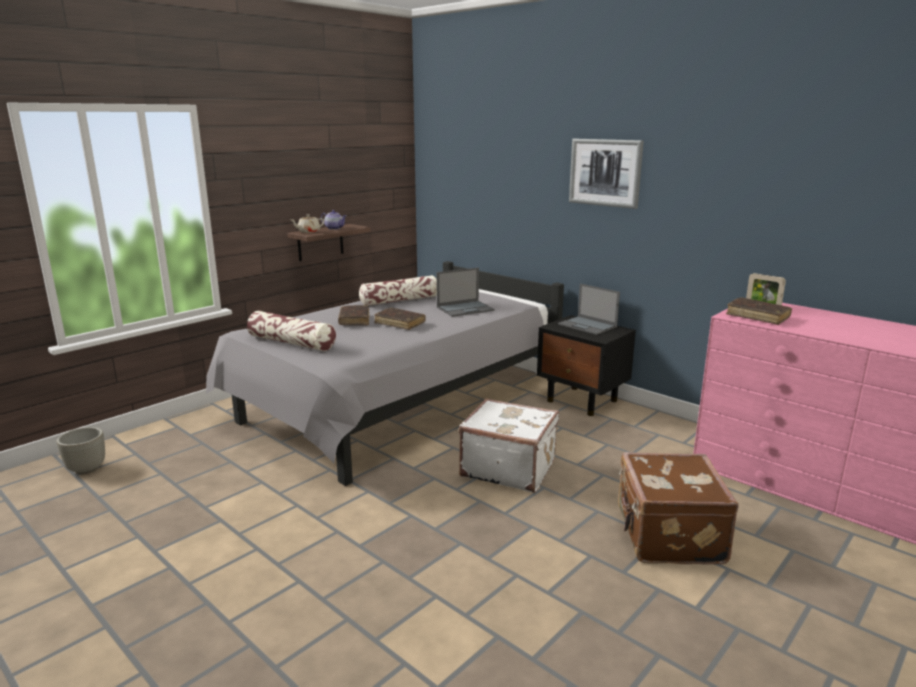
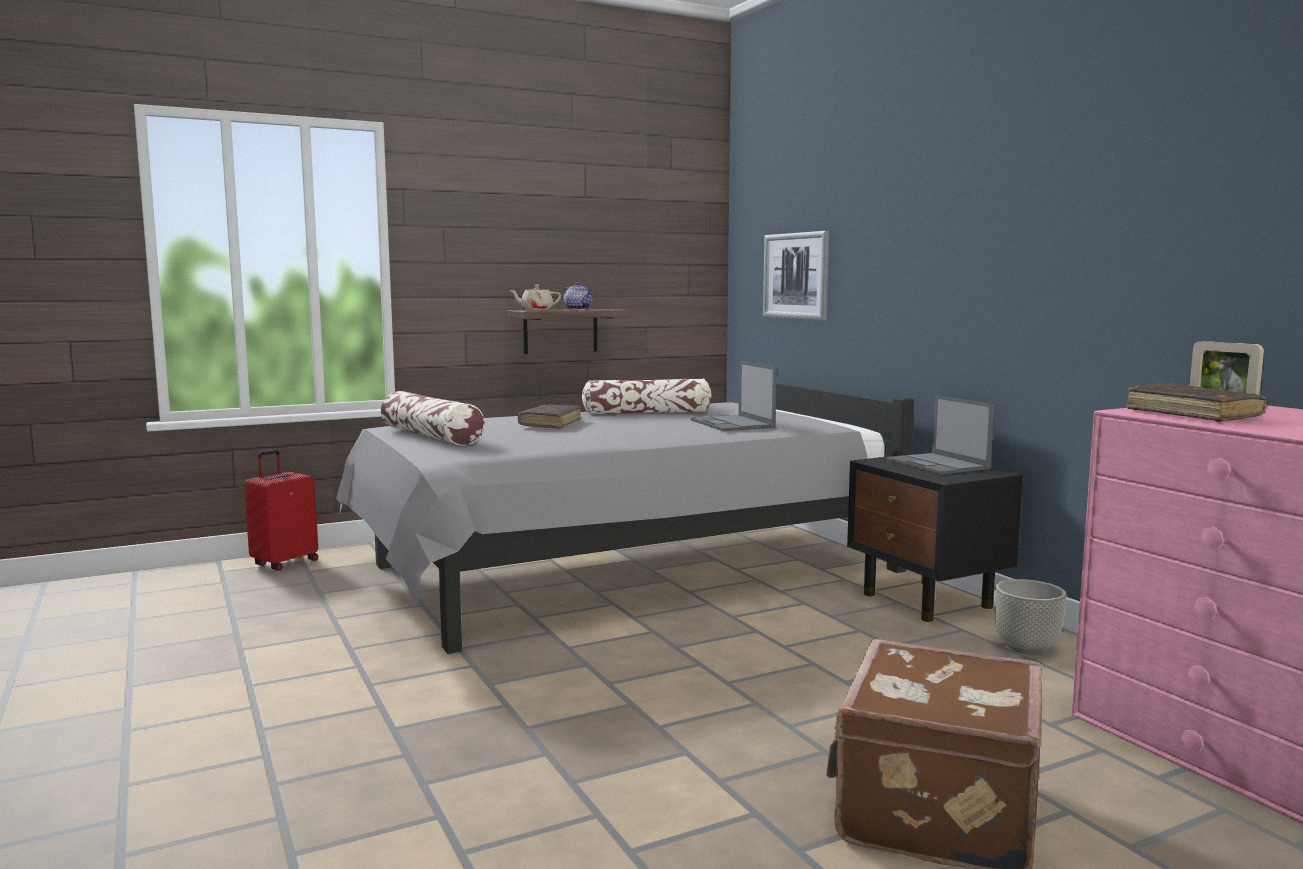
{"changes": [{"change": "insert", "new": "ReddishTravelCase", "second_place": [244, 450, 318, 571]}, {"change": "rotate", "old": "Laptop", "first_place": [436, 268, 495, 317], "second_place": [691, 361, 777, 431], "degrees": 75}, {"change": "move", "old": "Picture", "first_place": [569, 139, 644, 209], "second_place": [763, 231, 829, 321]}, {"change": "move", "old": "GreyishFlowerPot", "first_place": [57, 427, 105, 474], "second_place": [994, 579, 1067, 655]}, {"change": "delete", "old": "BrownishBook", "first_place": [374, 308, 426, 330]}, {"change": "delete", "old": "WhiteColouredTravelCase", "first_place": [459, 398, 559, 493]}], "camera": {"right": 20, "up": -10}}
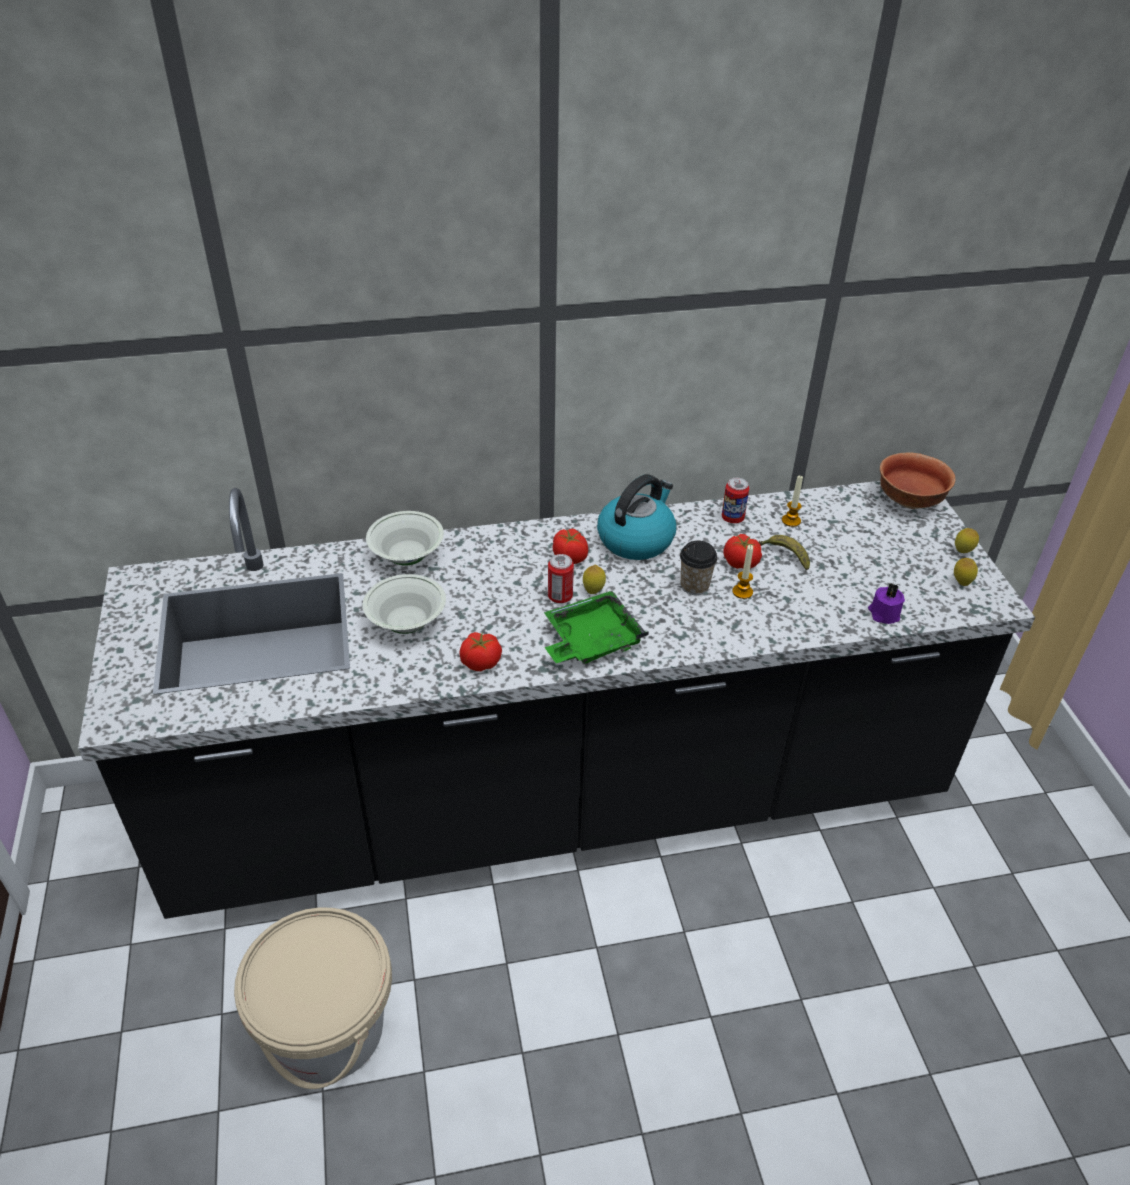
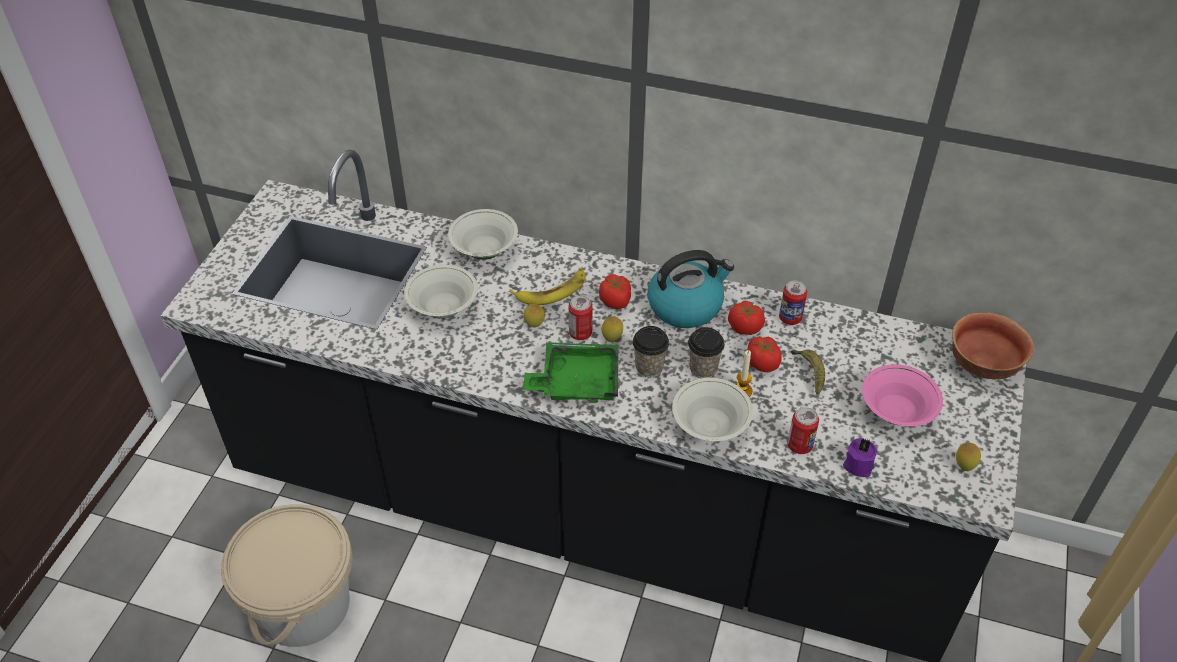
{"changes": [{"change": "insert", "new": "WholeBanana", "second_place": [509, 268, 586, 305]}, {"change": "move", "old": "CitrusFruit", "first_place": [955, 528, 979, 553], "second_place": [523, 304, 545, 327]}, {"change": "insert", "new": "SmallCup", "second_place": [633, 326, 669, 377]}, {"change": "insert", "new": "WhiteColouredDeepDish", "second_place": [672, 378, 753, 441]}, {"change": "move", "old": "Tomato", "first_place": [459, 632, 502, 671], "second_place": [728, 301, 765, 335]}, {"change": "insert", "new": "MetalCan", "second_place": [787, 407, 819, 454]}, {"change": "insert", "new": "PinkishDeepDish", "second_place": [862, 364, 943, 426]}, {"change": "delete", "old": "WaxCandle", "first_place": [782, 475, 803, 527]}], "camera": {"right": 30, "up": 5}}
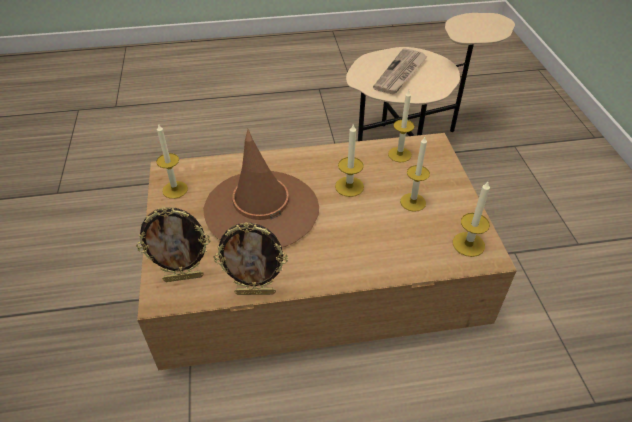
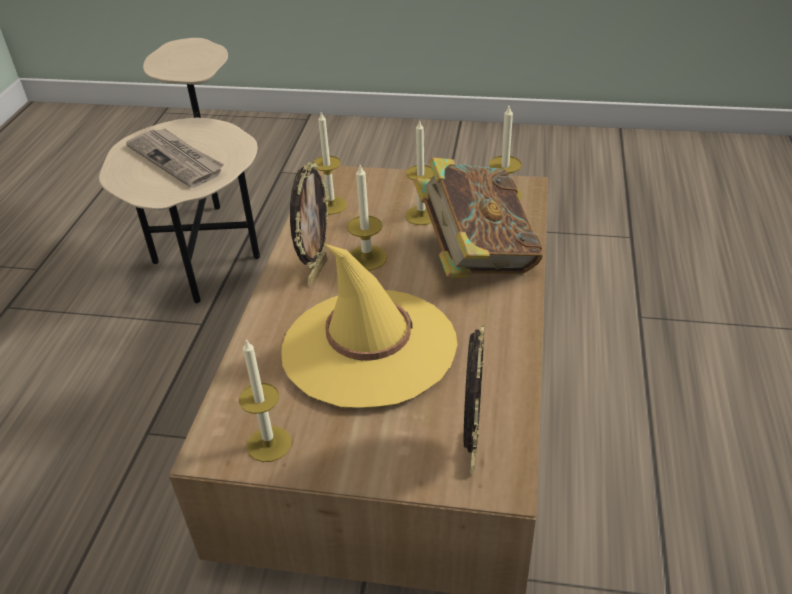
{"changes": [{"change": "recolor", "old": "BrownishWearableHat", "new": "YellowWearableHat", "first_place": [203, 129, 319, 248], "second_place": [281, 244, 457, 408]}, {"change": "move", "old": "PhotoFrame", "first_place": [213, 222, 288, 295], "second_place": [290, 162, 329, 285]}, {"change": "insert", "new": "Book", "second_place": [414, 157, 543, 277]}], "camera": {"right": -70, "up": -5}}
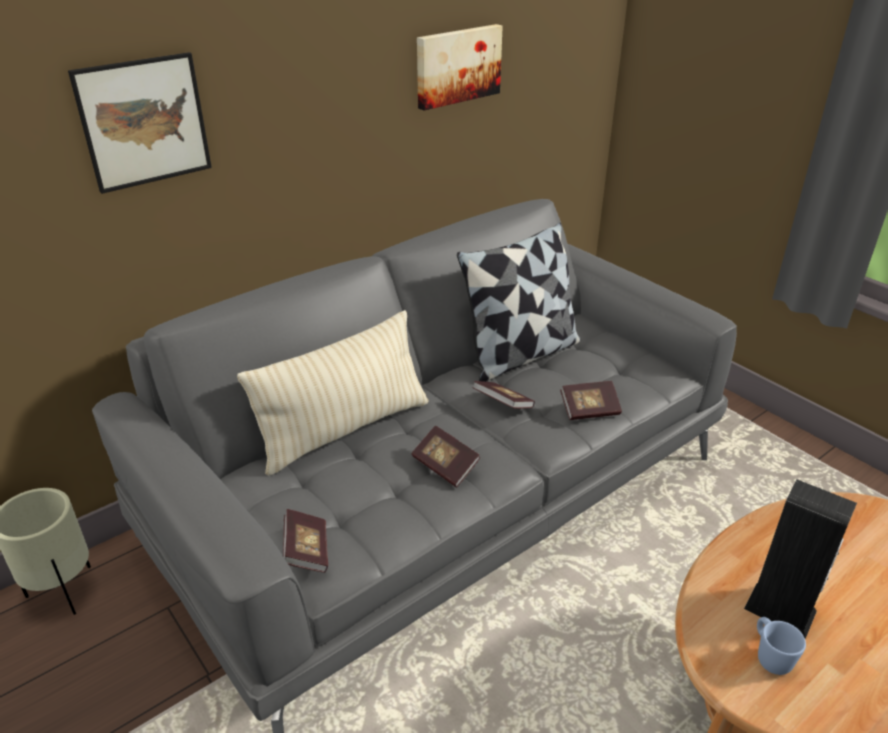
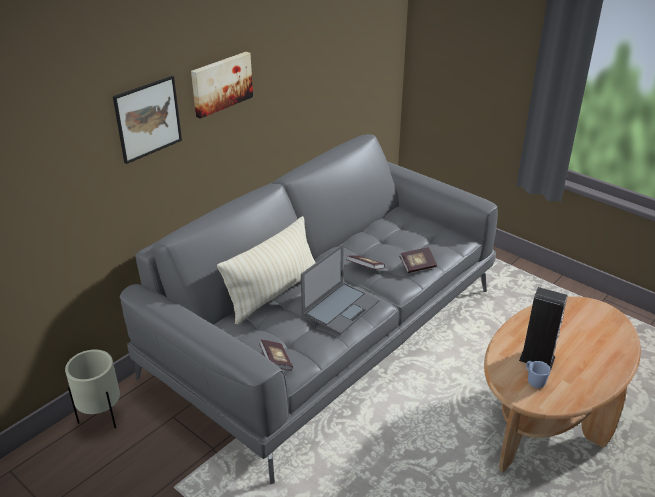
{"changes": [{"change": "move", "old": "Picture", "first_place": [417, 24, 503, 110], "second_place": [191, 52, 253, 119]}, {"change": "replace", "old": "Book", "new": "Laptop", "first_place": [411, 425, 480, 488], "second_place": [301, 244, 380, 335]}, {"change": "delete", "old": "Pillow", "first_place": [457, 223, 580, 382]}], "camera": {"right": -10, "up": 0}}
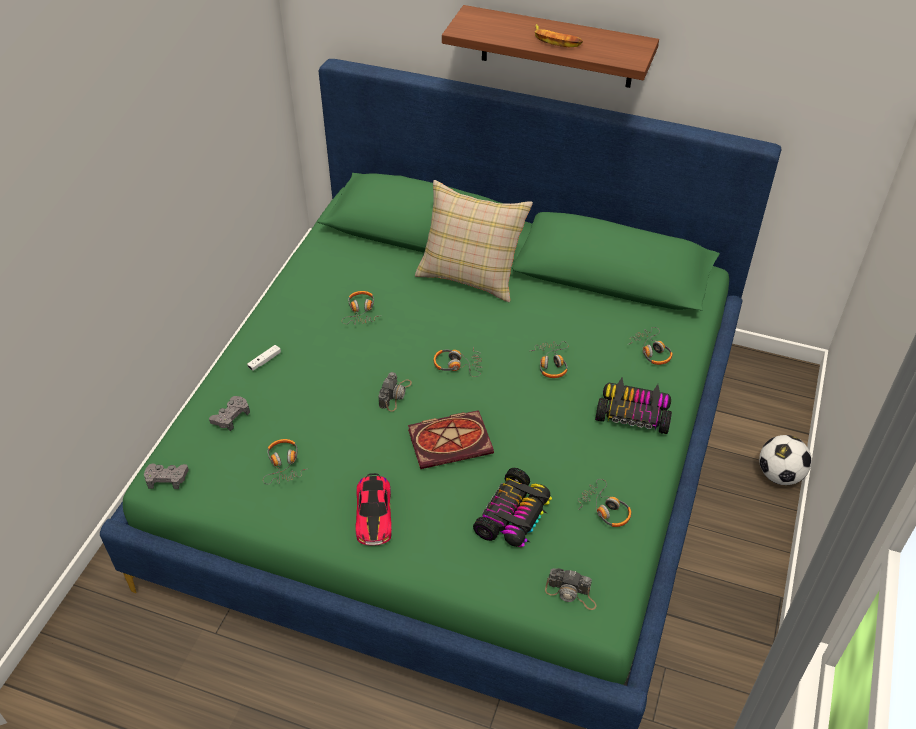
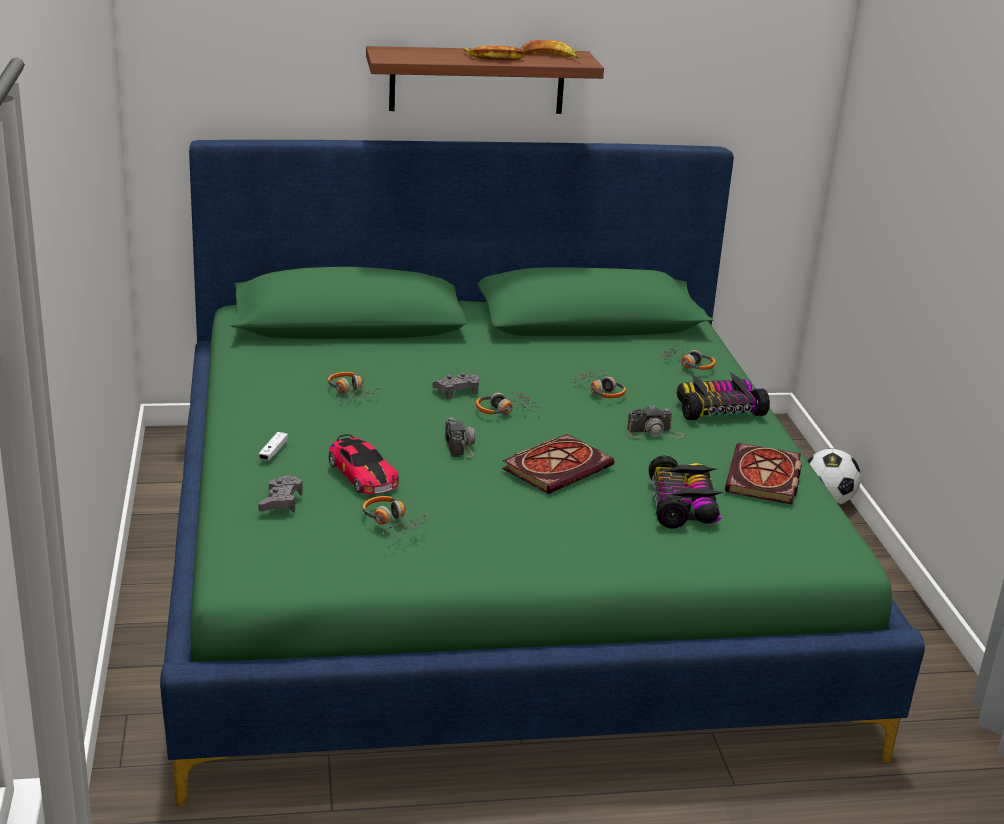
{"changes": [{"change": "move", "old": "ModelCar", "first_place": [355, 473, 392, 546], "second_place": [329, 434, 399, 494]}, {"change": "move", "old": "GreyishJoypad", "first_place": [144, 464, 189, 489], "second_place": [432, 372, 479, 399]}, {"change": "insert", "new": "WholeBanana", "second_place": [521, 40, 580, 58]}, {"change": "move", "old": "StillCamera", "first_place": [545, 568, 597, 610], "second_place": [627, 405, 684, 438]}, {"change": "replace", "old": "Headphones", "new": "Book", "first_place": [578, 479, 631, 527], "second_place": [725, 443, 802, 504]}, {"change": "delete", "old": "SandColouredPillow", "first_place": [415, 180, 533, 302]}], "camera": {"right": -30, "up": -20}}
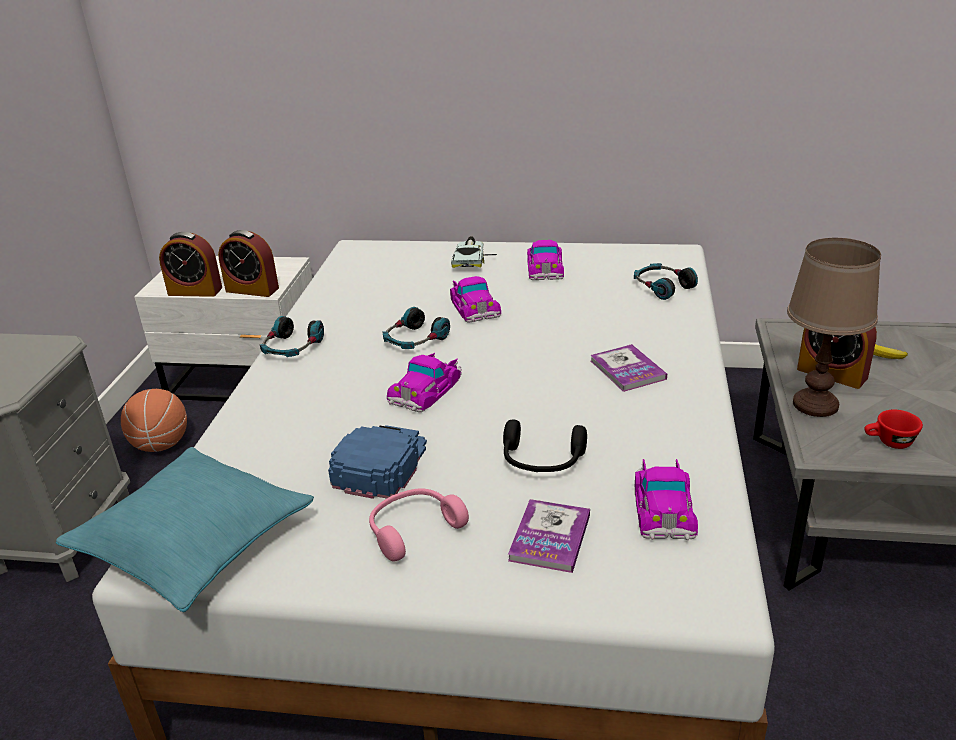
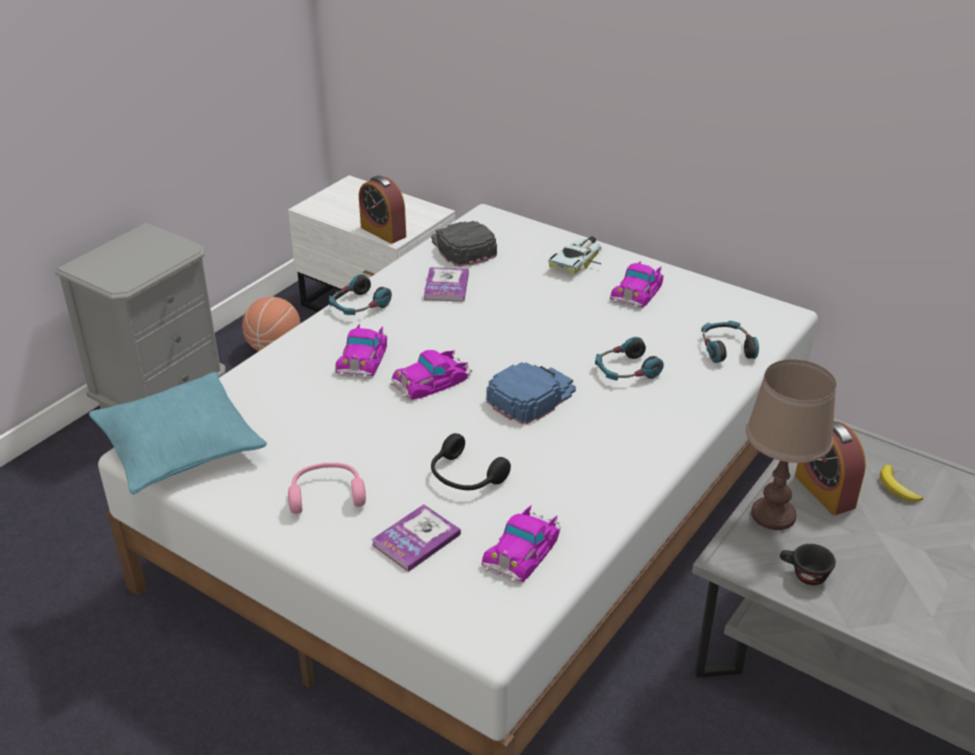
{"changes": [{"change": "move", "old": "ModelCar", "first_place": [450, 276, 501, 323], "second_place": [335, 324, 387, 378]}, {"change": "move", "old": "Book", "first_place": [591, 344, 667, 392], "second_place": [424, 267, 469, 302]}, {"change": "insert", "new": "BlackCap", "second_place": [431, 221, 497, 267]}, {"change": "move", "old": "BlueColouredCap", "first_place": [328, 425, 427, 499], "second_place": [487, 362, 576, 424]}, {"change": "move", "old": "Headphones", "first_place": [383, 307, 450, 349], "second_place": [595, 337, 664, 381]}, {"change": "recolor", "old": "ReddishSmallCup", "new": "BlackSmallCup", "first_place": [864, 410, 923, 449], "second_place": [780, 544, 836, 585]}, {"change": "delete", "old": "TableClock", "first_place": [159, 232, 222, 297]}], "camera": {"right": 25, "up": 5}}
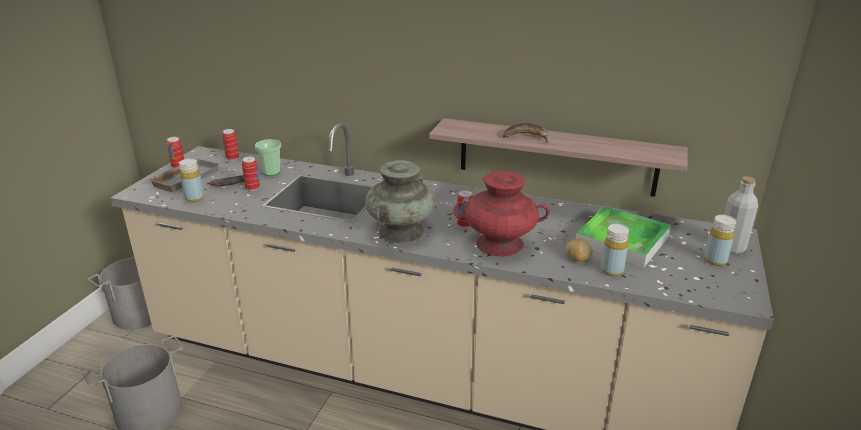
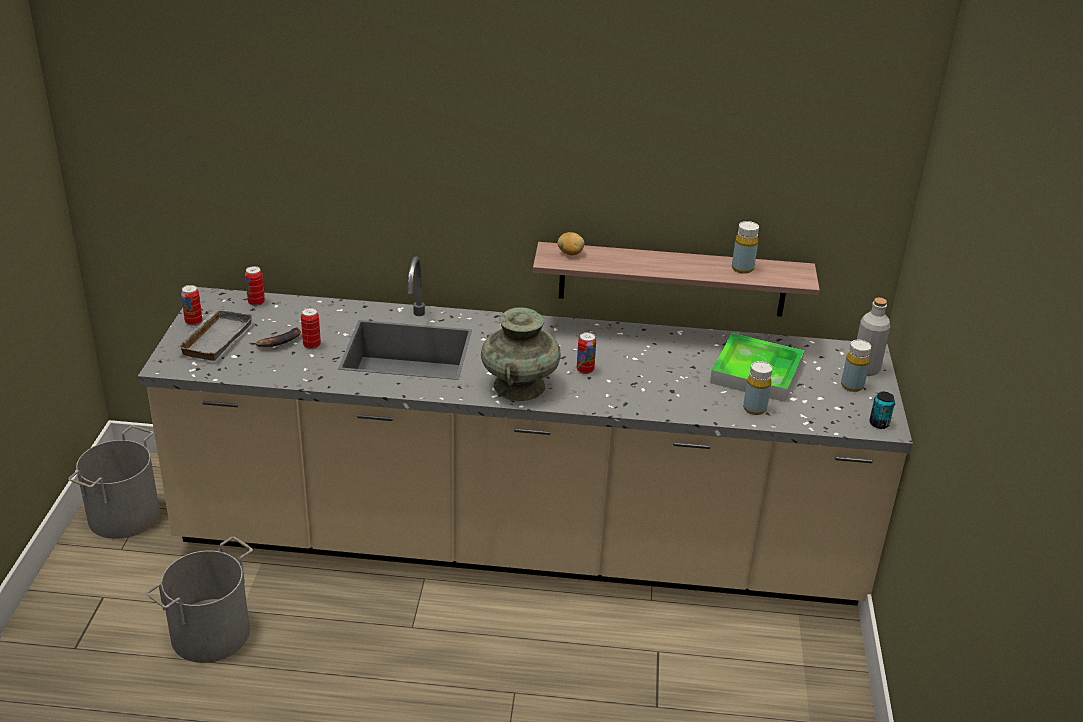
{"changes": [{"change": "move", "old": "WholePotato", "first_place": [566, 239, 593, 262], "second_place": [558, 232, 584, 255]}, {"change": "move", "old": "YellowBeverageBottle", "first_place": [179, 159, 204, 202], "second_place": [732, 221, 759, 274]}, {"change": "insert", "new": "MetalCan", "second_place": [869, 392, 895, 429]}, {"change": "delete", "old": "SmallCup", "first_place": [255, 139, 281, 176]}, {"change": "delete", "old": "ReddishDecorativeVase", "first_place": [453, 171, 550, 256]}, {"change": "delete", "old": "WholeBanana", "first_place": [503, 123, 548, 143]}], "camera": {"right": -15, "up": 5}}
